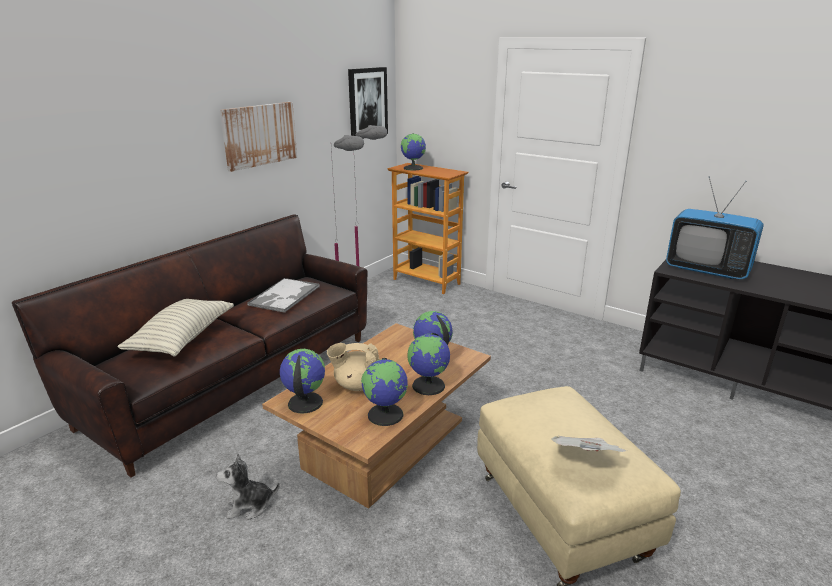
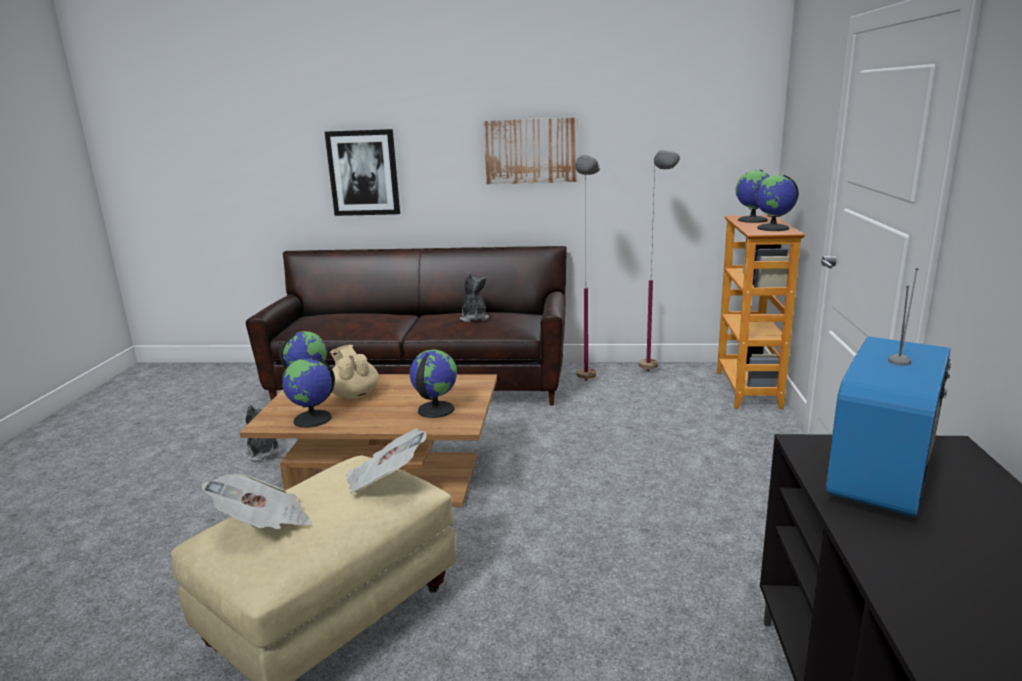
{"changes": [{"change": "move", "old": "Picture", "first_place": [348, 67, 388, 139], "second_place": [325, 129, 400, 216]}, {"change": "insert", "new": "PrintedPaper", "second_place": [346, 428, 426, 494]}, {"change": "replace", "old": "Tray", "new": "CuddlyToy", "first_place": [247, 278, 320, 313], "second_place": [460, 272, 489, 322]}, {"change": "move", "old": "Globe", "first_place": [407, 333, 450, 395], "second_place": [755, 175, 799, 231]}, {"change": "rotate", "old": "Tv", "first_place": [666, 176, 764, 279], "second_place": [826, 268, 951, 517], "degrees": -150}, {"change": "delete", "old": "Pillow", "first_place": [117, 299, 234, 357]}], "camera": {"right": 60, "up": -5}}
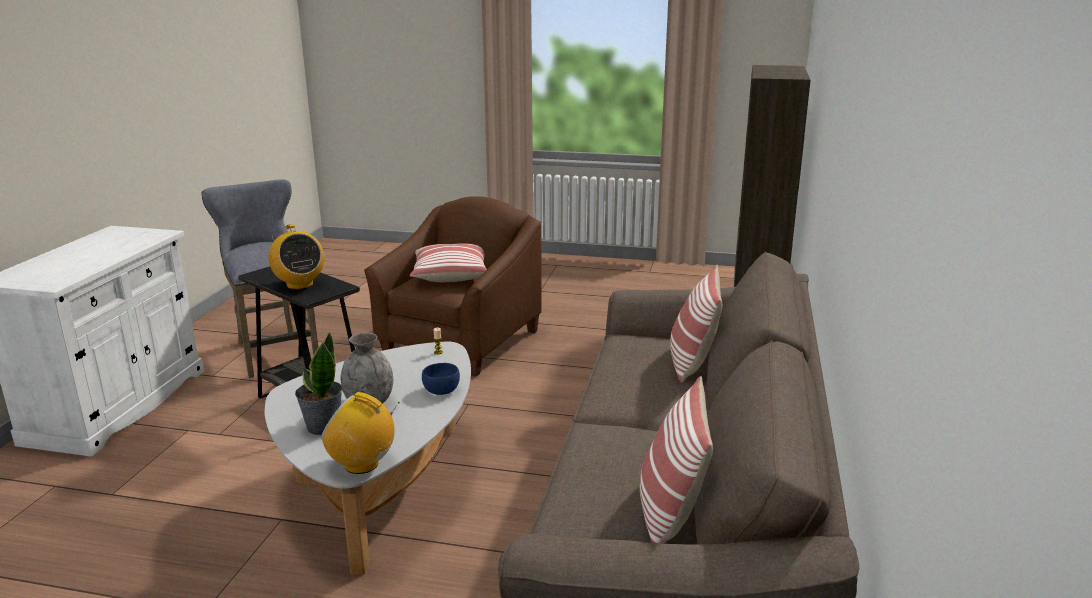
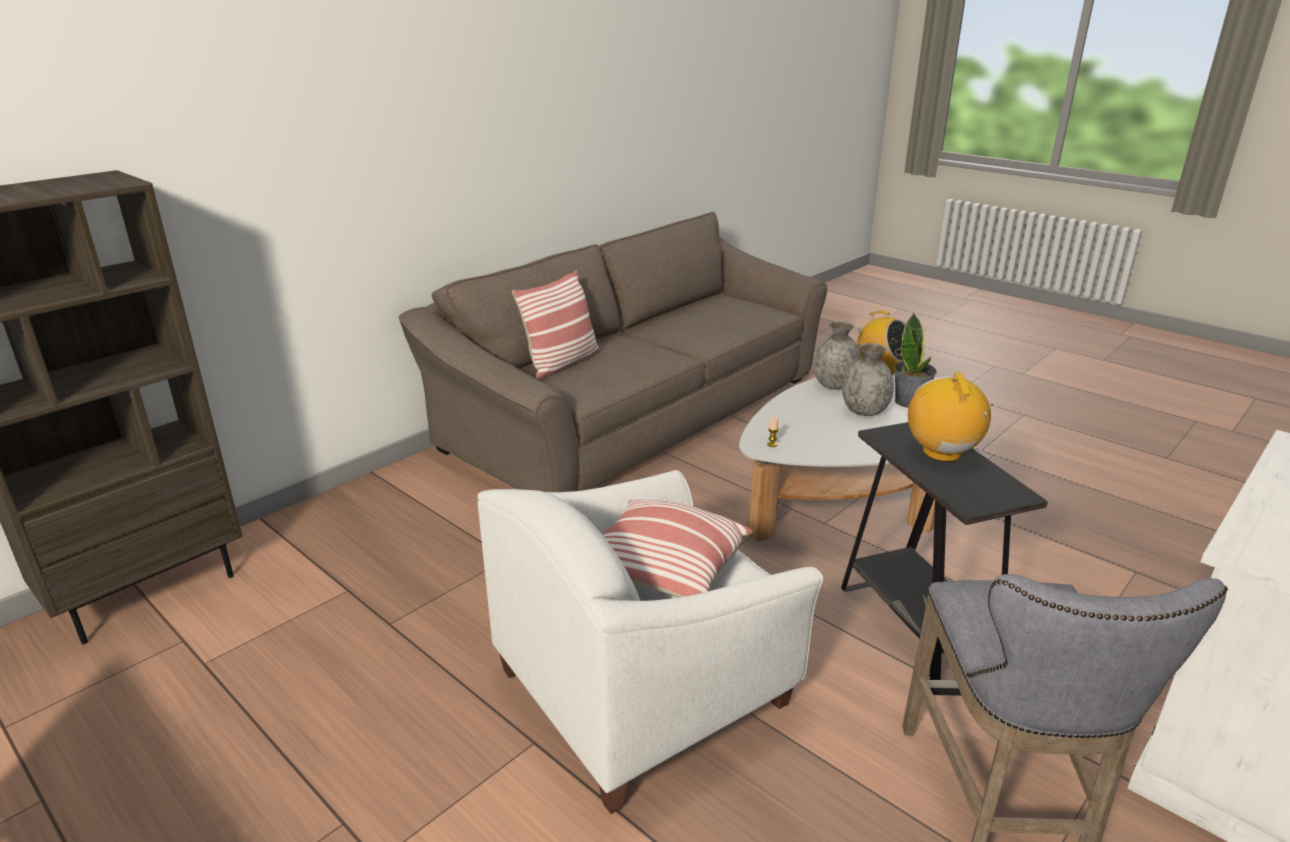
{"changes": [{"change": "recolor", "old": "BrownishArmchair", "new": "WhiteColouredArmchair", "first_place": [364, 196, 542, 377], "second_place": [478, 470, 823, 814]}, {"change": "insert", "new": "GreyishDecorativeVase", "second_place": [814, 321, 861, 390]}, {"change": "delete", "old": "BlueColouredDeepDish", "first_place": [422, 363, 460, 395]}, {"change": "delete", "old": "Pillow", "first_place": [640, 376, 713, 544]}], "camera": {"right": -150, "up": 5}}
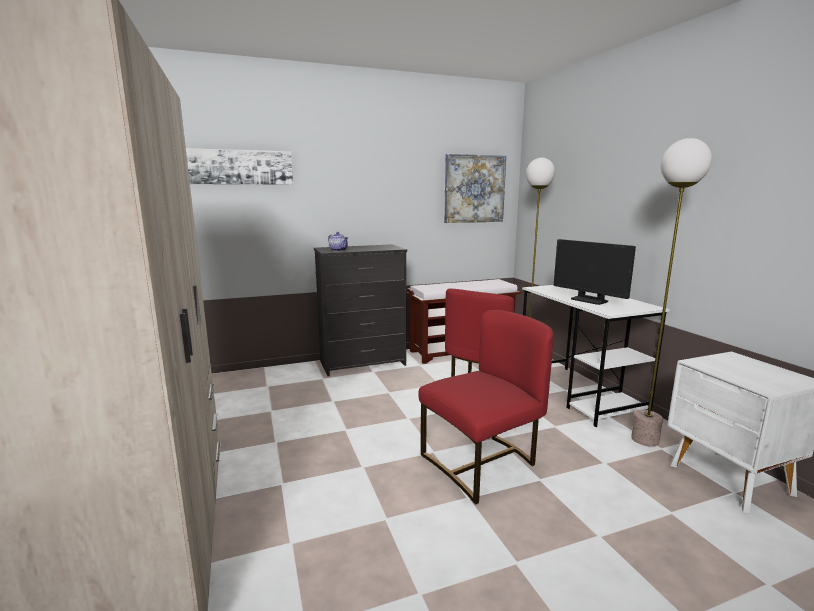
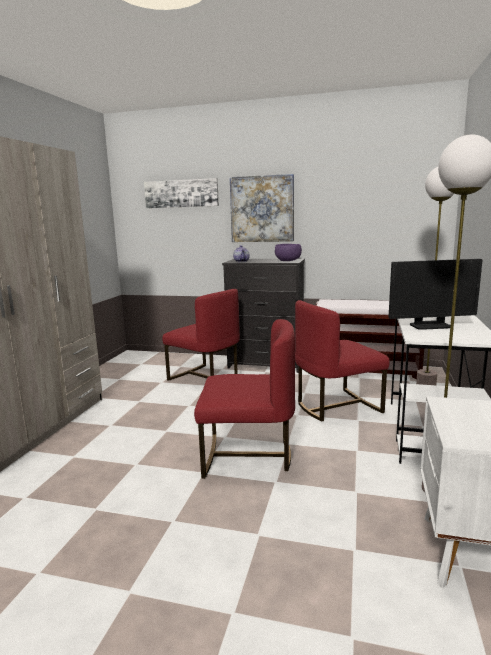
{"changes": [{"change": "insert", "new": "ReddishChair", "second_place": [162, 289, 240, 381]}, {"change": "move", "old": "Picture", "first_place": [444, 154, 506, 223], "second_place": [230, 174, 294, 242]}, {"change": "insert", "new": "PurpleDeepDish", "second_place": [275, 244, 302, 261]}, {"change": "rotate", "old": "ComputerScreen", "first_place": [554, 239, 636, 305], "second_place": [388, 259, 482, 330], "degrees": -90}], "camera": {"right": 35, "up": 0}}
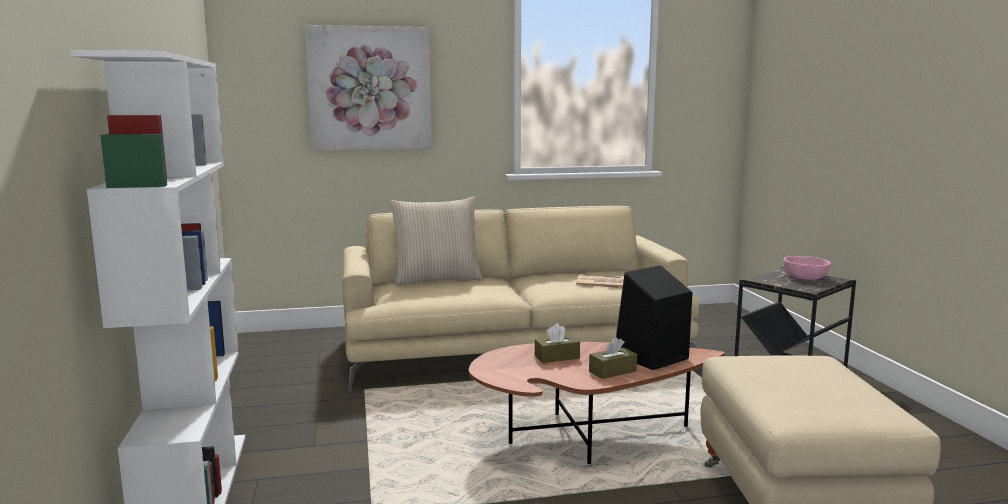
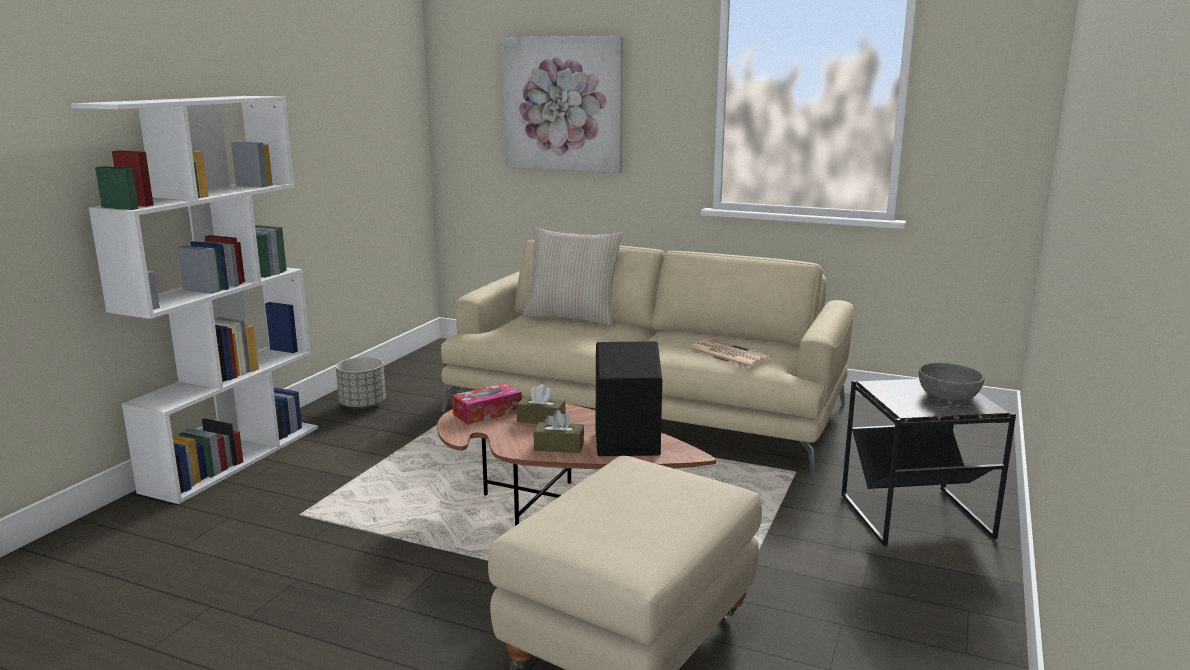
{"changes": [{"change": "insert", "new": "GreyishFlowerPot", "second_place": [336, 357, 386, 409]}, {"change": "insert", "new": "TissueHolder", "second_place": [452, 383, 522, 425]}, {"change": "recolor", "old": "PinkishDeepDish", "new": "GreyishDeepDish", "first_place": [784, 256, 831, 280], "second_place": [919, 363, 985, 401]}], "camera": {"right": 35, "up": 5}}
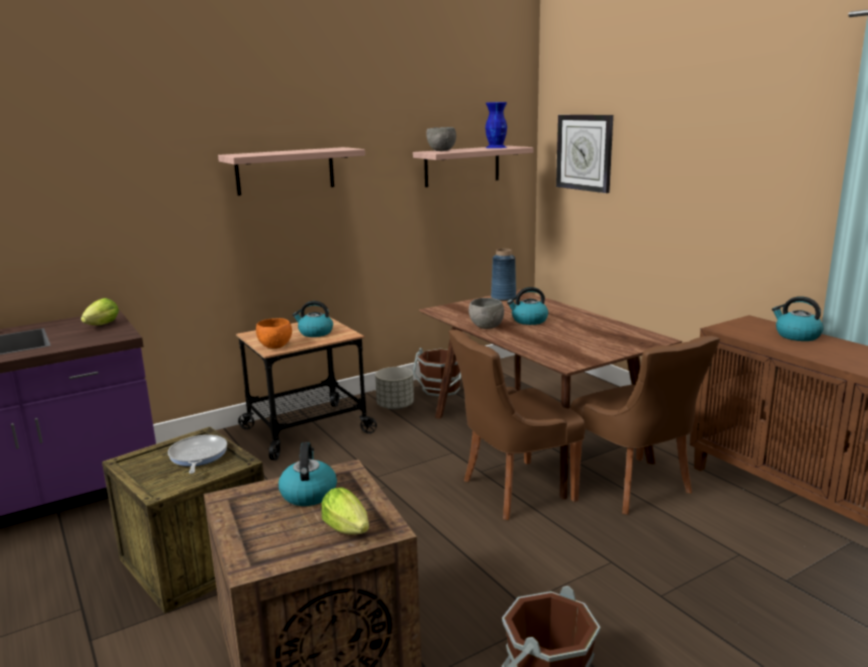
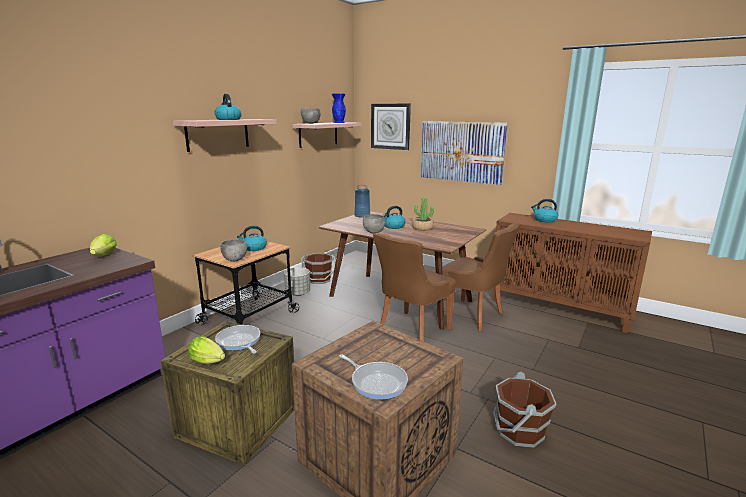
{"changes": [{"change": "move", "old": "Lettuce", "first_place": [321, 487, 369, 535], "second_place": [188, 336, 225, 364]}, {"change": "move", "old": "Kettle", "first_place": [278, 442, 337, 506], "second_place": [214, 94, 242, 120]}, {"change": "recolor", "old": "OrangeDeepDish", "new": "GreyishDeepDish", "first_place": [256, 318, 292, 349], "second_place": [220, 239, 247, 261]}, {"change": "insert", "new": "FryingPan", "second_place": [339, 355, 408, 400]}, {"change": "insert", "new": "PlantInAPot", "second_place": [412, 196, 434, 231]}, {"change": "insert", "new": "Picture", "second_place": [420, 121, 508, 185]}], "camera": {"right": -25, "up": 0}}
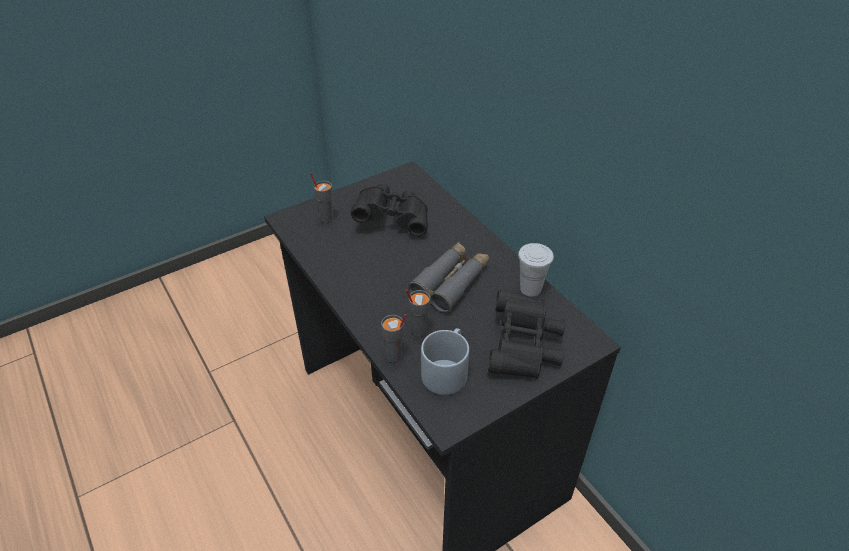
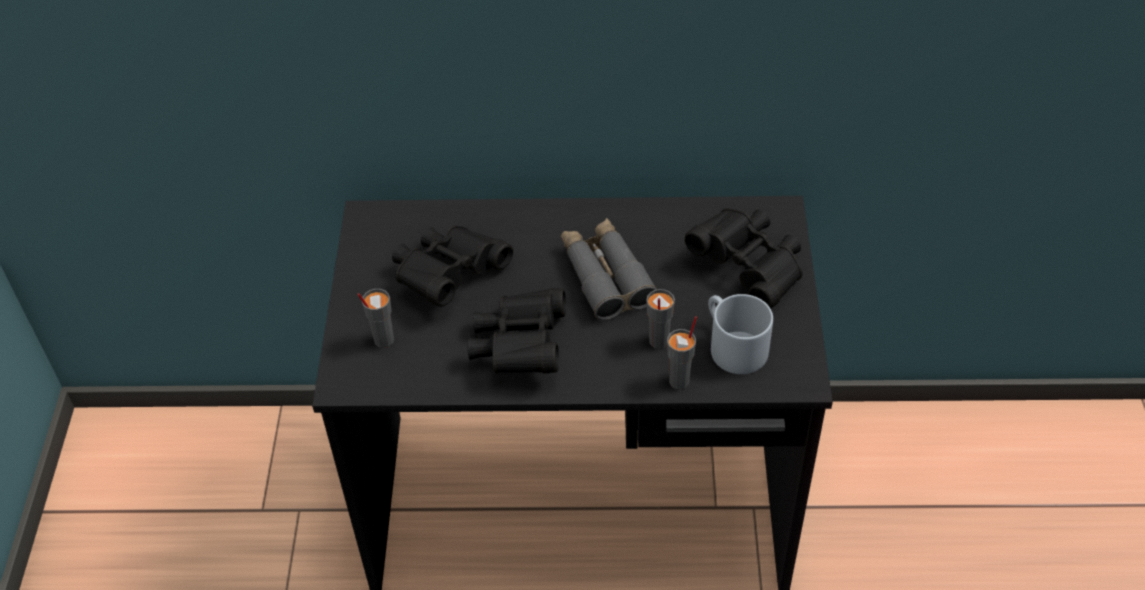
{"changes": [{"change": "insert", "new": "BlackPairOfBinoculars", "second_place": [467, 288, 566, 374]}, {"change": "delete", "old": "WhiteColouredSmallCup", "first_place": [518, 243, 554, 297]}], "camera": {"right": -55, "up": 5}}
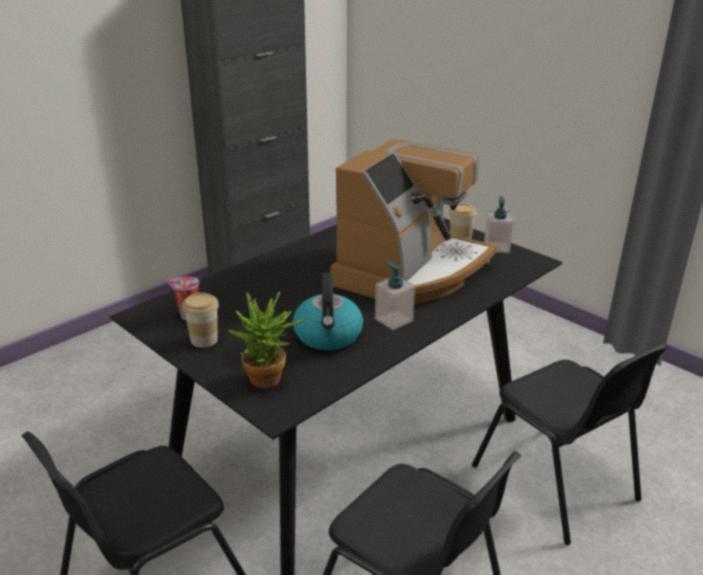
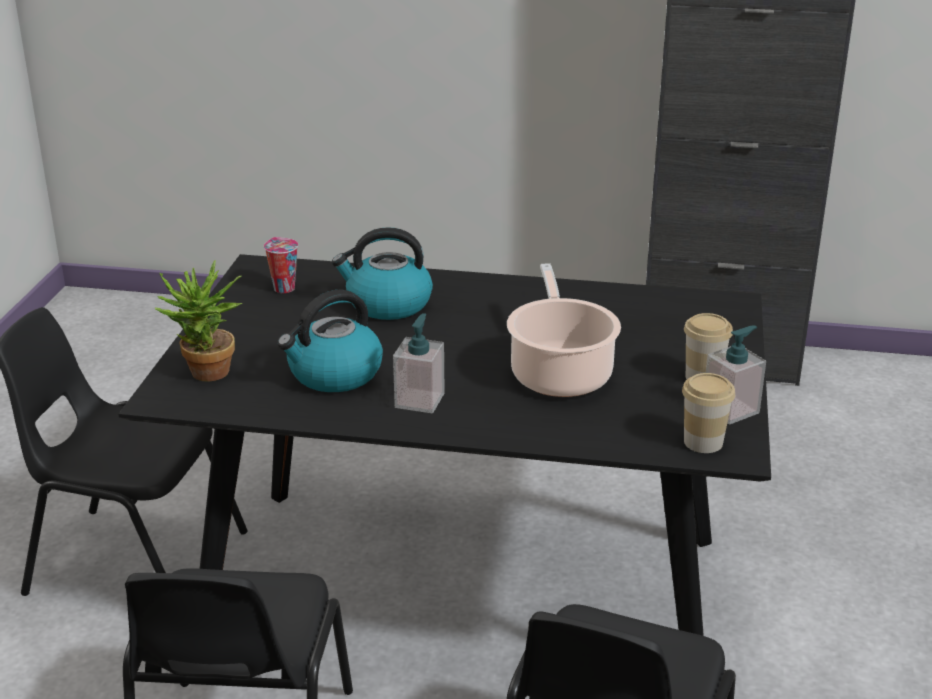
{"changes": [{"change": "insert", "new": "Kettle", "second_place": [332, 227, 433, 320]}, {"change": "replace", "old": "CoffeeMaker", "new": "CookingPot", "first_place": [330, 139, 498, 305], "second_place": [507, 263, 621, 397]}, {"change": "move", "old": "SmallCup", "first_place": [182, 293, 219, 348], "second_place": [682, 373, 735, 453]}], "camera": {"right": 55, "up": 0}}
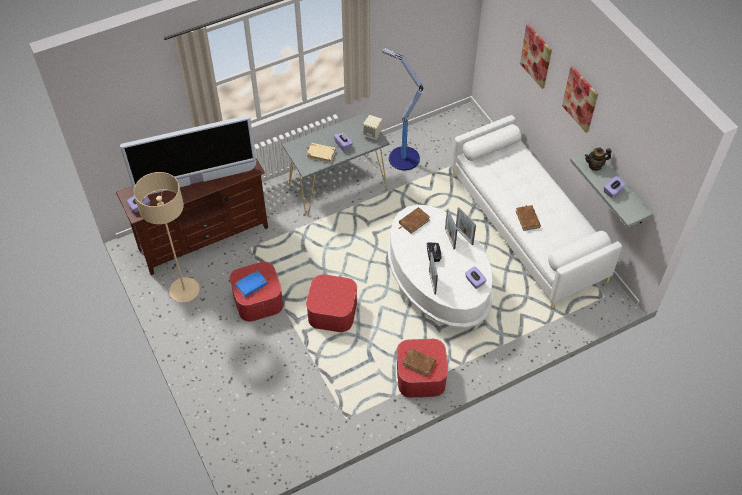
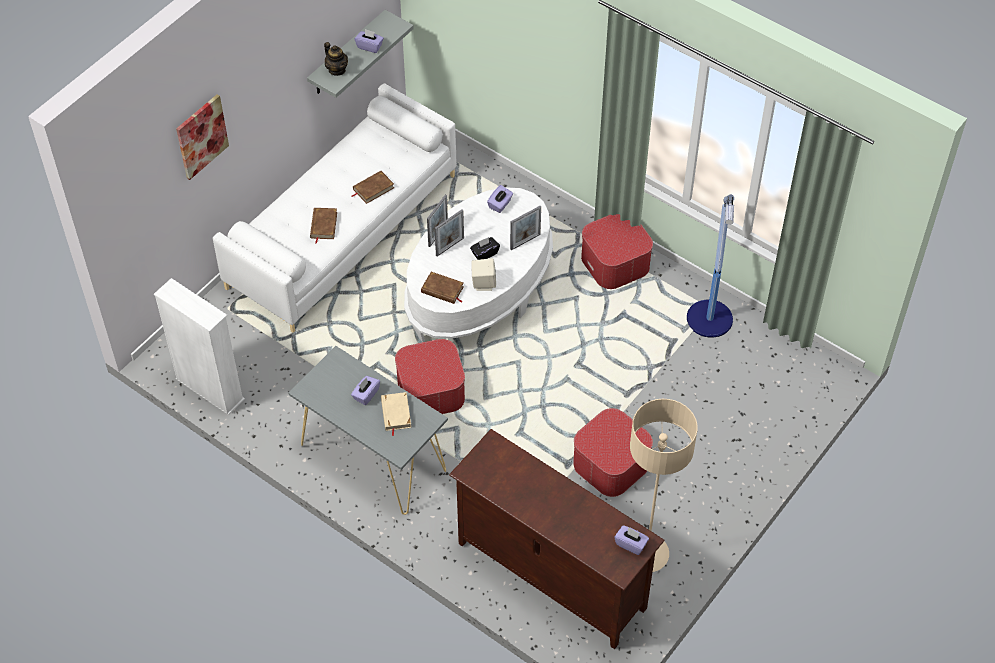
{"changes": [{"change": "insert", "new": "WhiteColouredShelvingUnit", "second_place": [154, 278, 245, 415]}, {"change": "move", "old": "BrownishBook", "first_place": [402, 348, 436, 376], "second_place": [310, 208, 337, 244]}, {"change": "move", "old": "Pouffe", "first_place": [306, 274, 357, 332], "second_place": [395, 339, 465, 414]}, {"change": "move", "old": "SandColouredSpeaker", "first_place": [363, 115, 382, 140], "second_place": [471, 258, 496, 291]}, {"change": "move", "old": "FloorLamp", "first_place": [382, 48, 423, 170], "second_place": [687, 195, 734, 338]}, {"change": "delete", "old": "Tv", "first_place": [120, 115, 256, 195]}, {"change": "delete", "old": "BlueColouredBook", "first_place": [235, 270, 270, 297]}, {"change": "delete", "old": "Picture", "first_place": [562, 66, 598, 133]}], "camera": {"right": -115, "up": 0}}
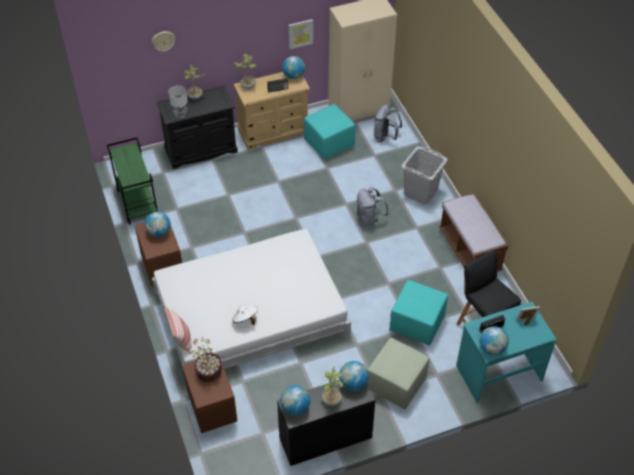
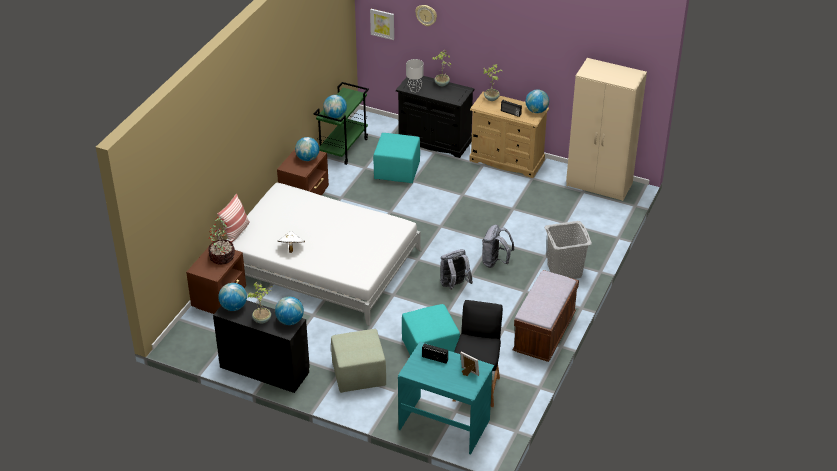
{"changes": [{"change": "move", "old": "Globe", "first_place": [479, 326, 509, 355], "second_place": [323, 95, 347, 118]}, {"change": "move", "old": "Picture", "first_place": [288, 19, 313, 49], "second_place": [370, 9, 394, 40]}, {"change": "move", "old": "TurquoiseColouredPouffe", "first_place": [304, 104, 355, 160], "second_place": [373, 133, 420, 183]}, {"change": "move", "old": "GreyishBackpack", "first_place": [374, 105, 402, 142], "second_place": [440, 249, 473, 290]}], "camera": {"right": 45, "up": -10}}
